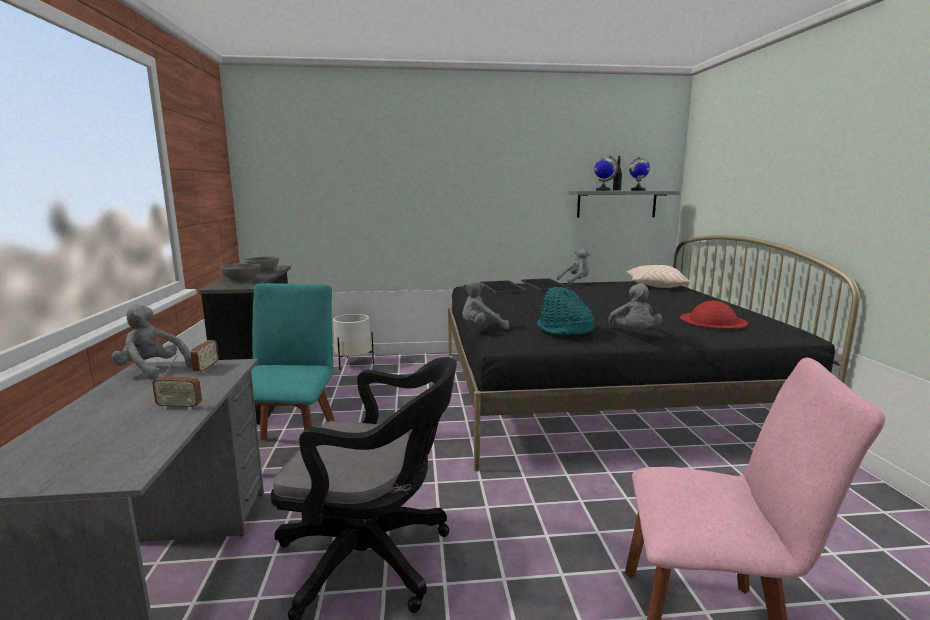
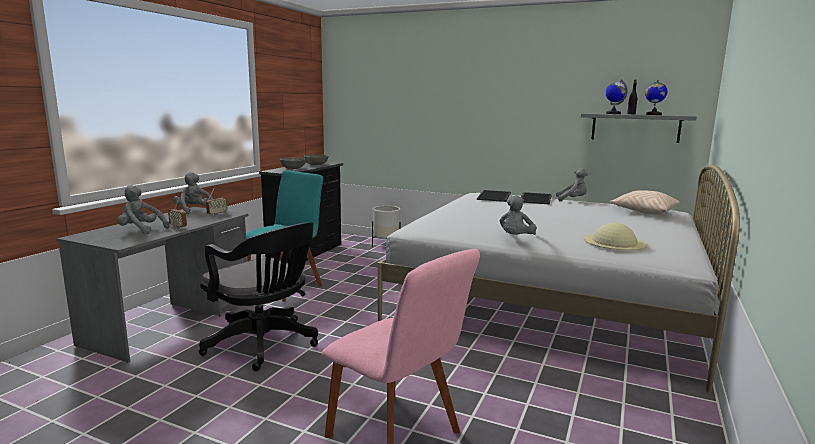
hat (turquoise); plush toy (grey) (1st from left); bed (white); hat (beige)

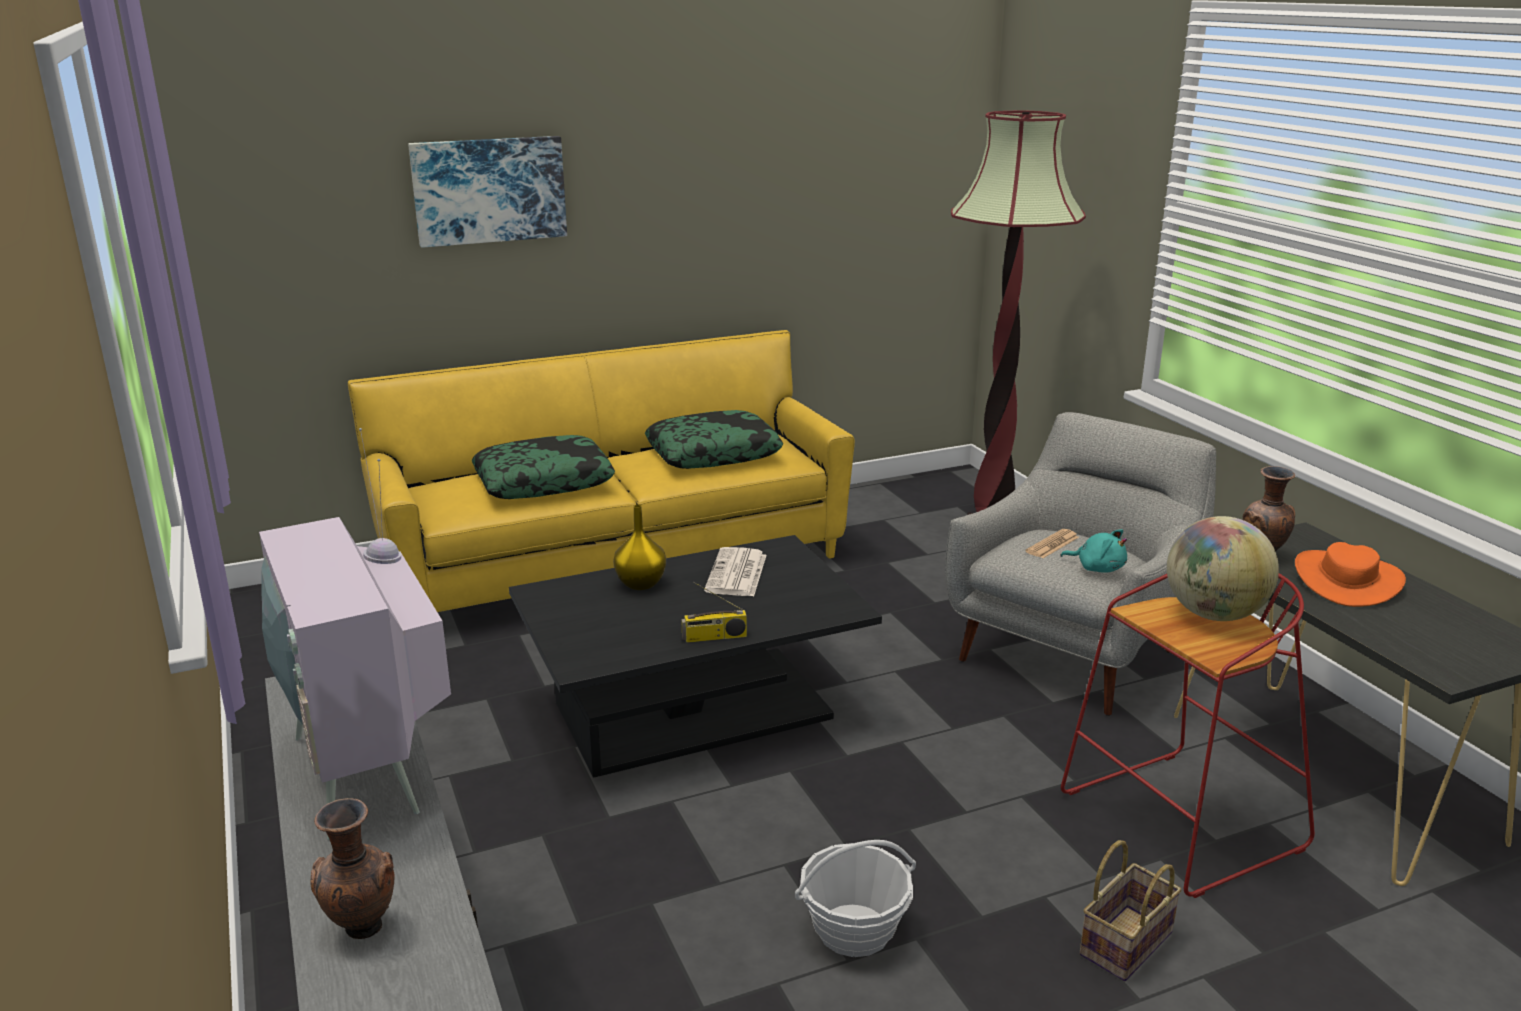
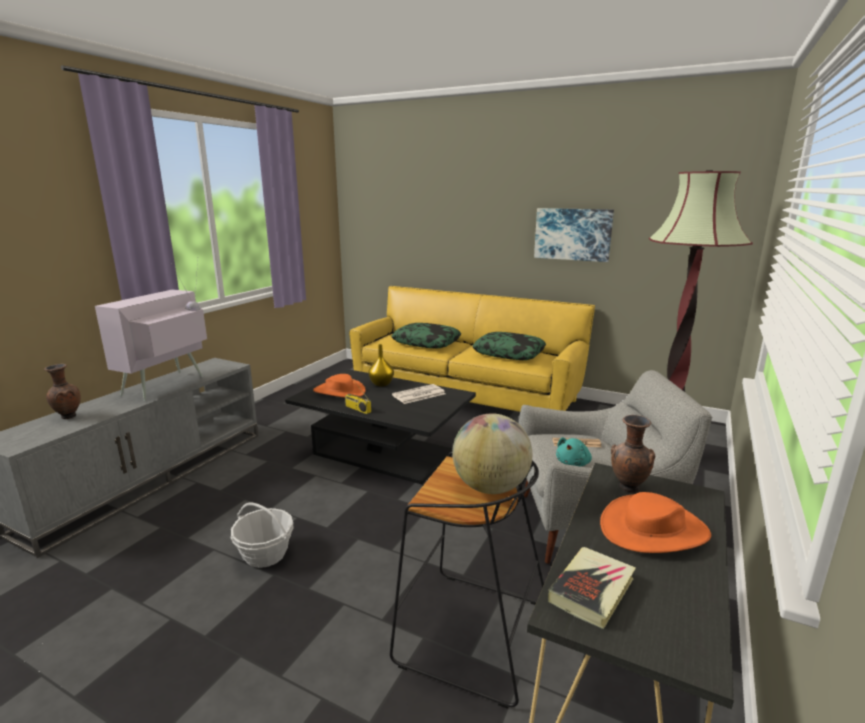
basket (2nd from left in the first image); hat (orange) (1st from left); book; picture; stool (black); plush toy (turquoise)

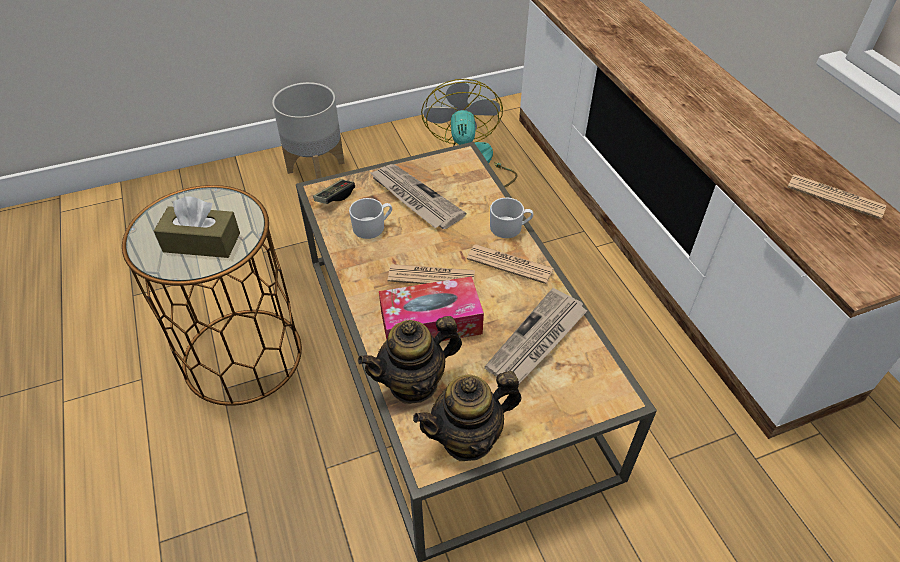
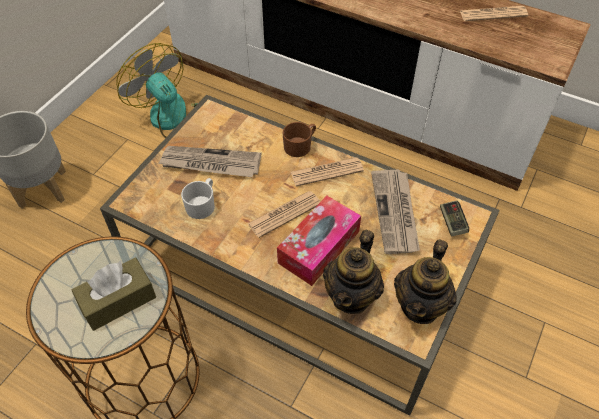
game controller; mug (brown)

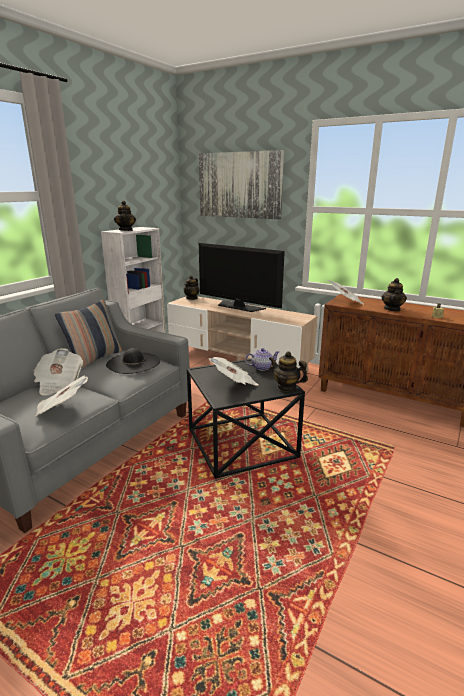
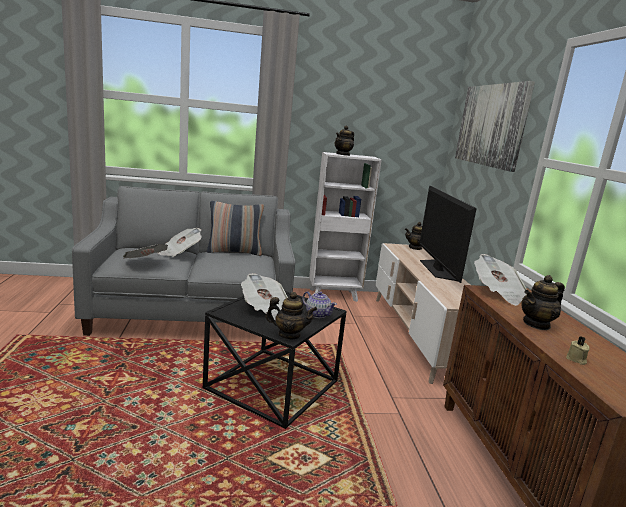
hat (black); teapot (1st from left)

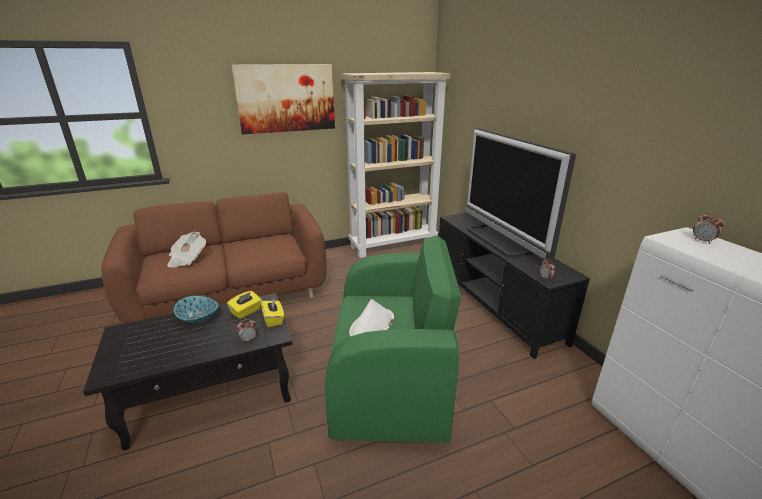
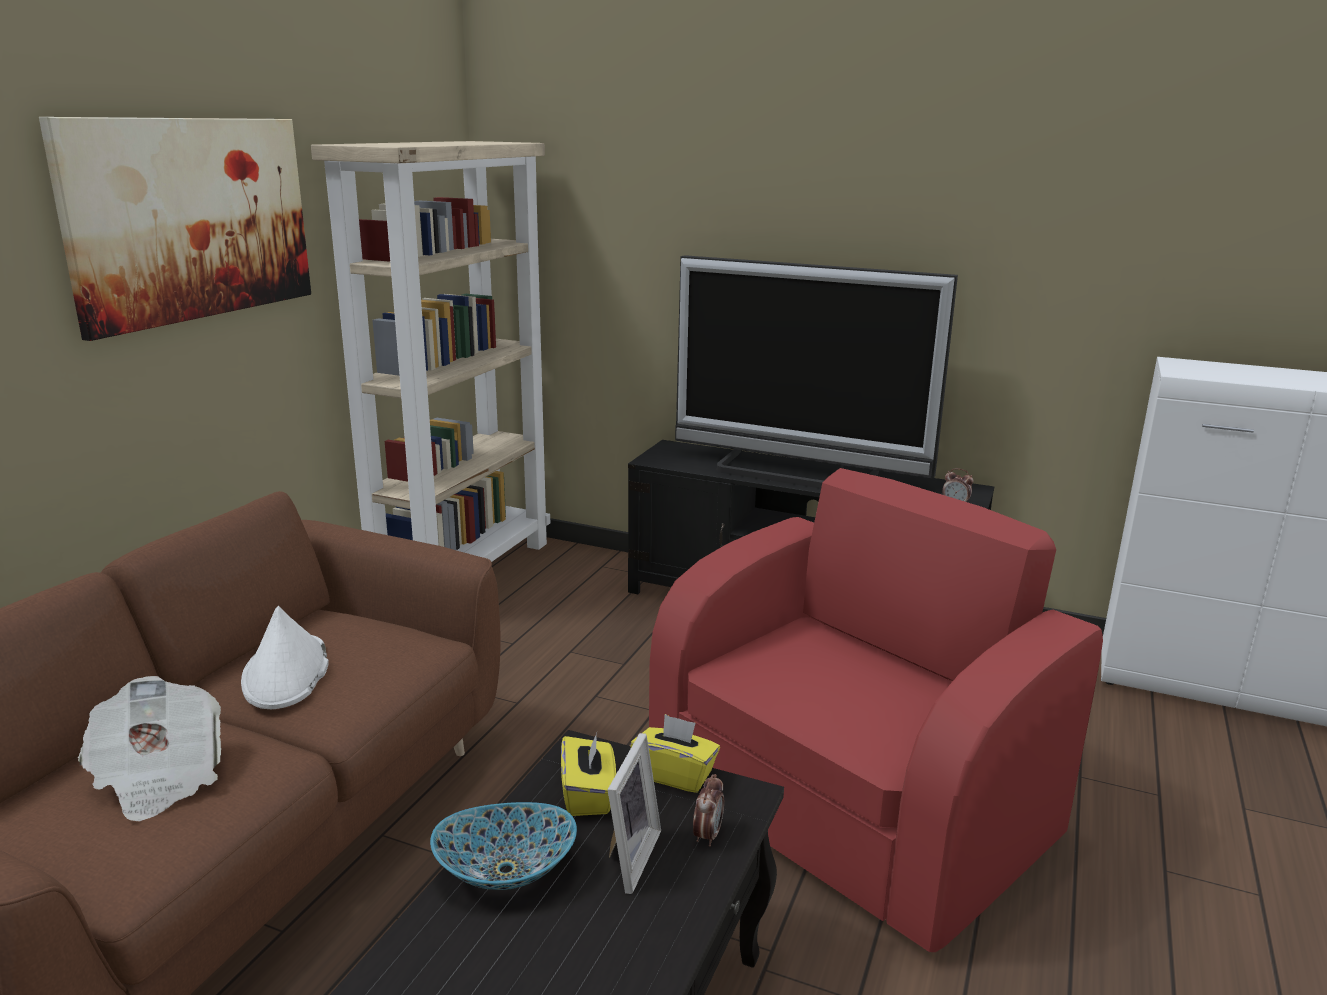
alarm clock (3rd from left in the first image); picture frame; hat (white); armchair (red)

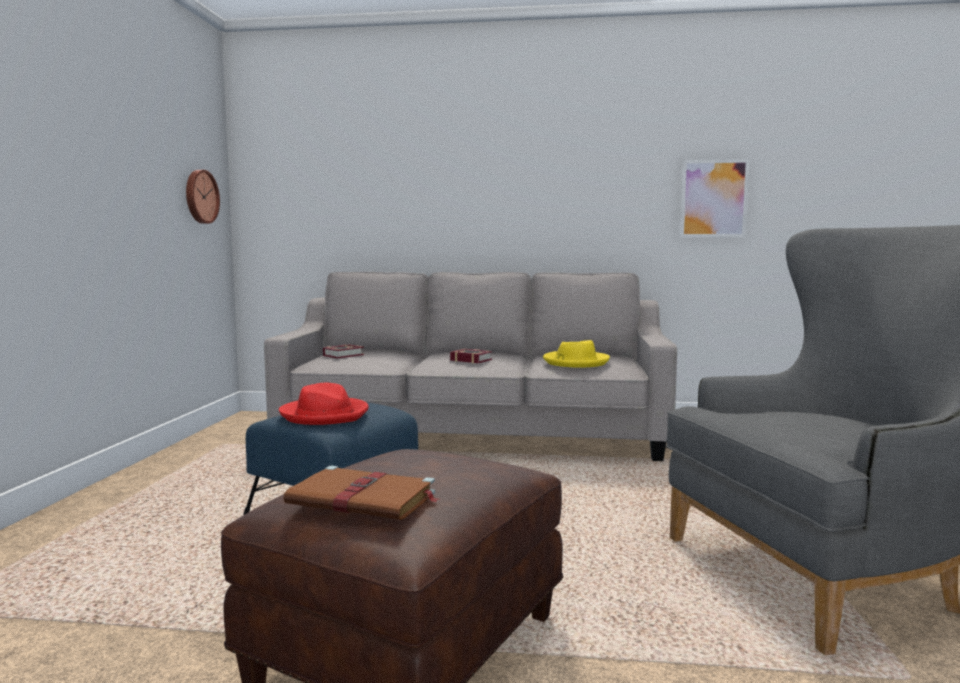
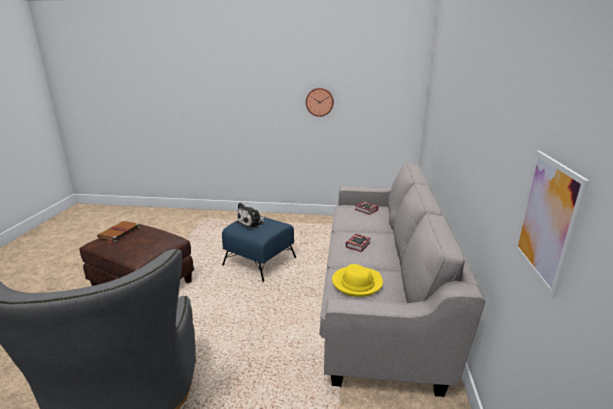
wall clock; plush toy

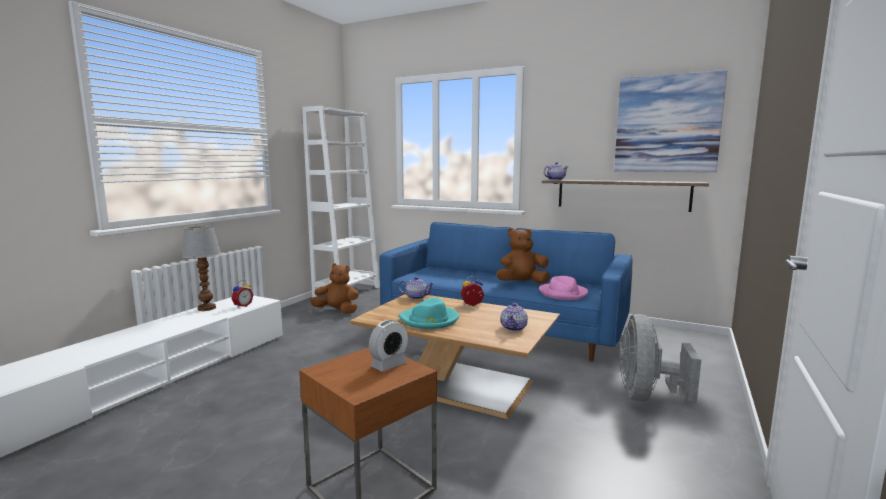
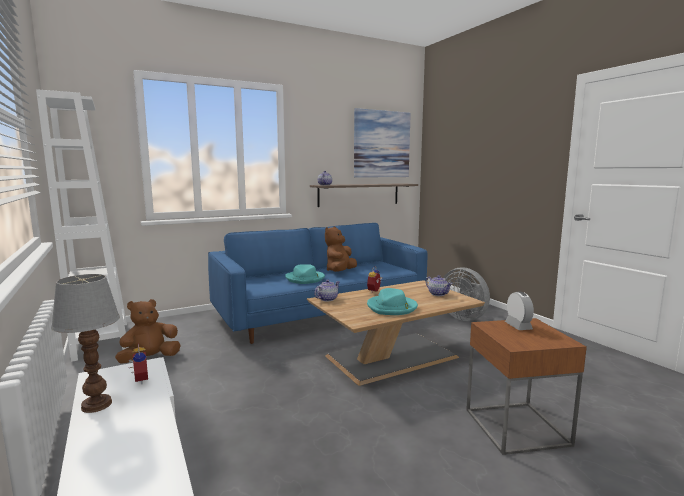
hat (pink); hat (turquoise) (1st from left)

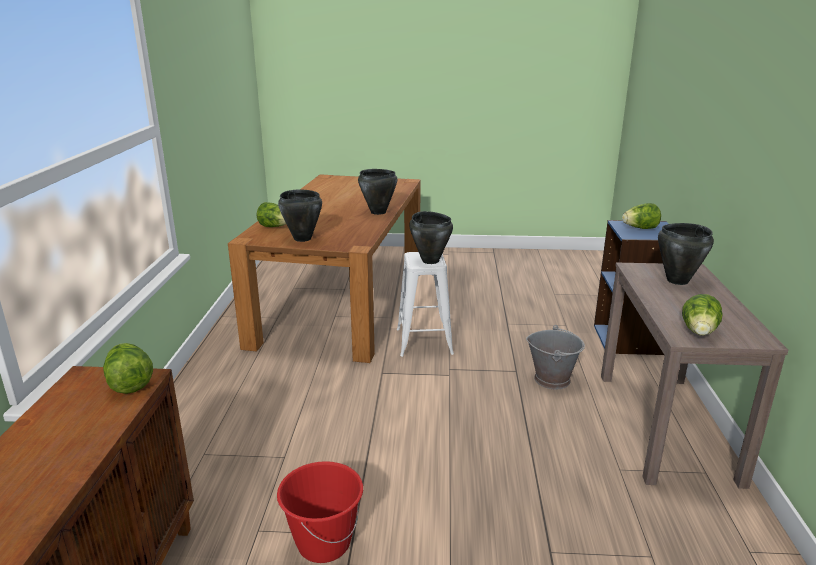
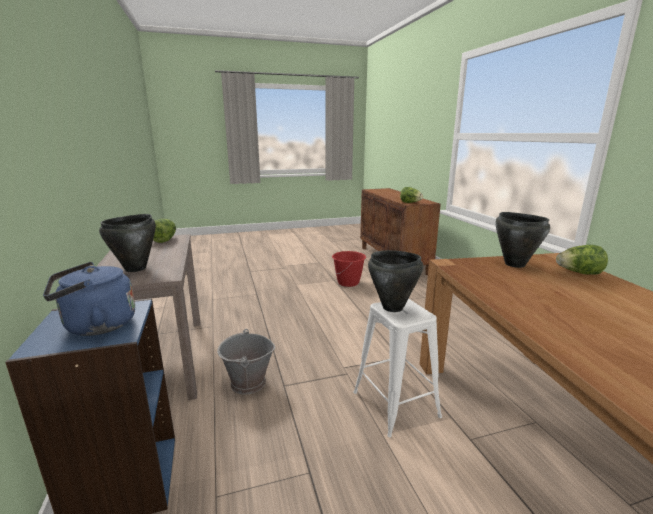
cooking pot (black) (2nd from left in the first image); kettle (blue)

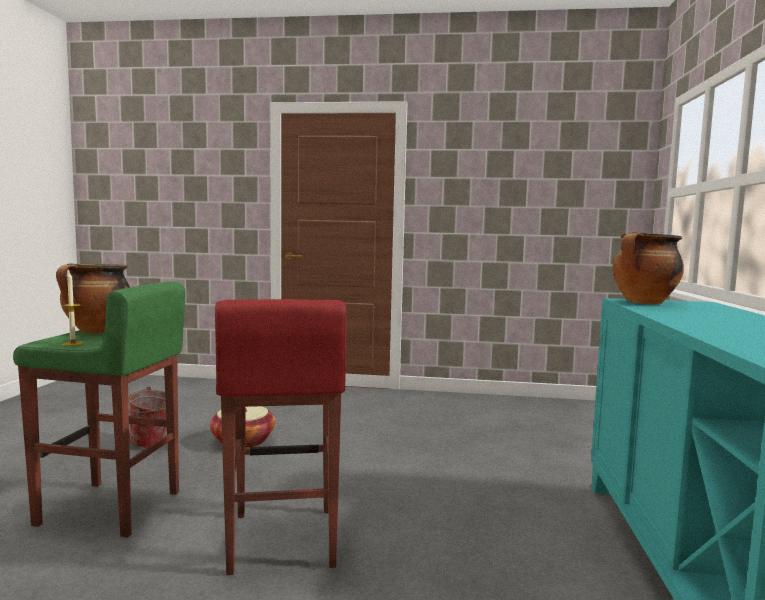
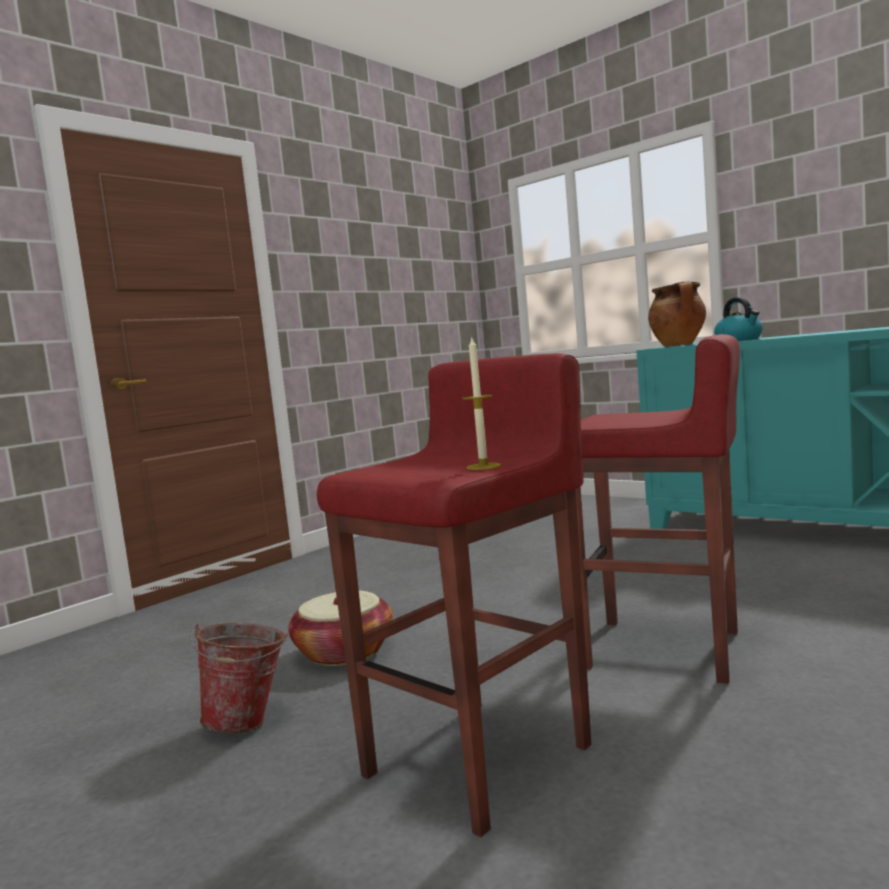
cooking pot (1st from left in the first image); kettle; stool (red) (1st from left)

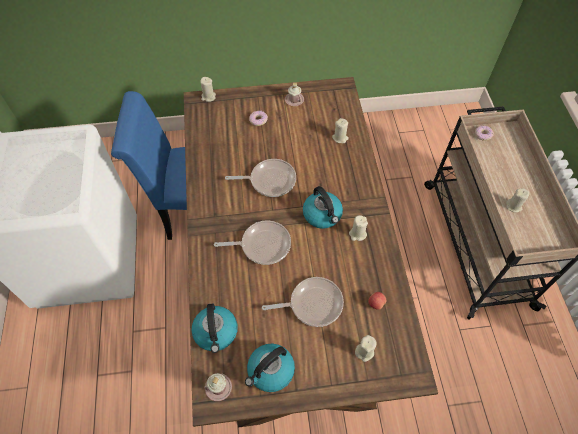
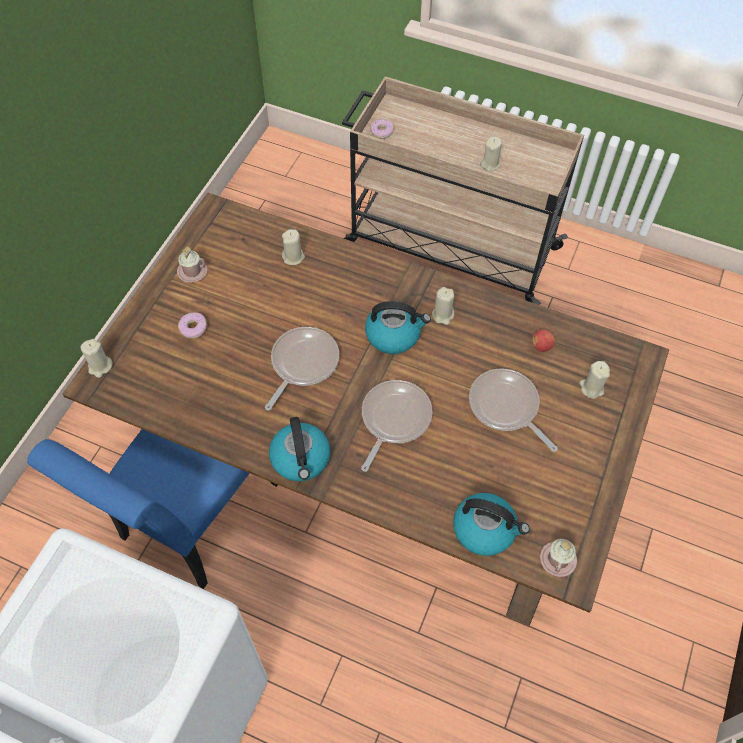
kettle (1st from left); frying pan (3rd from left)

